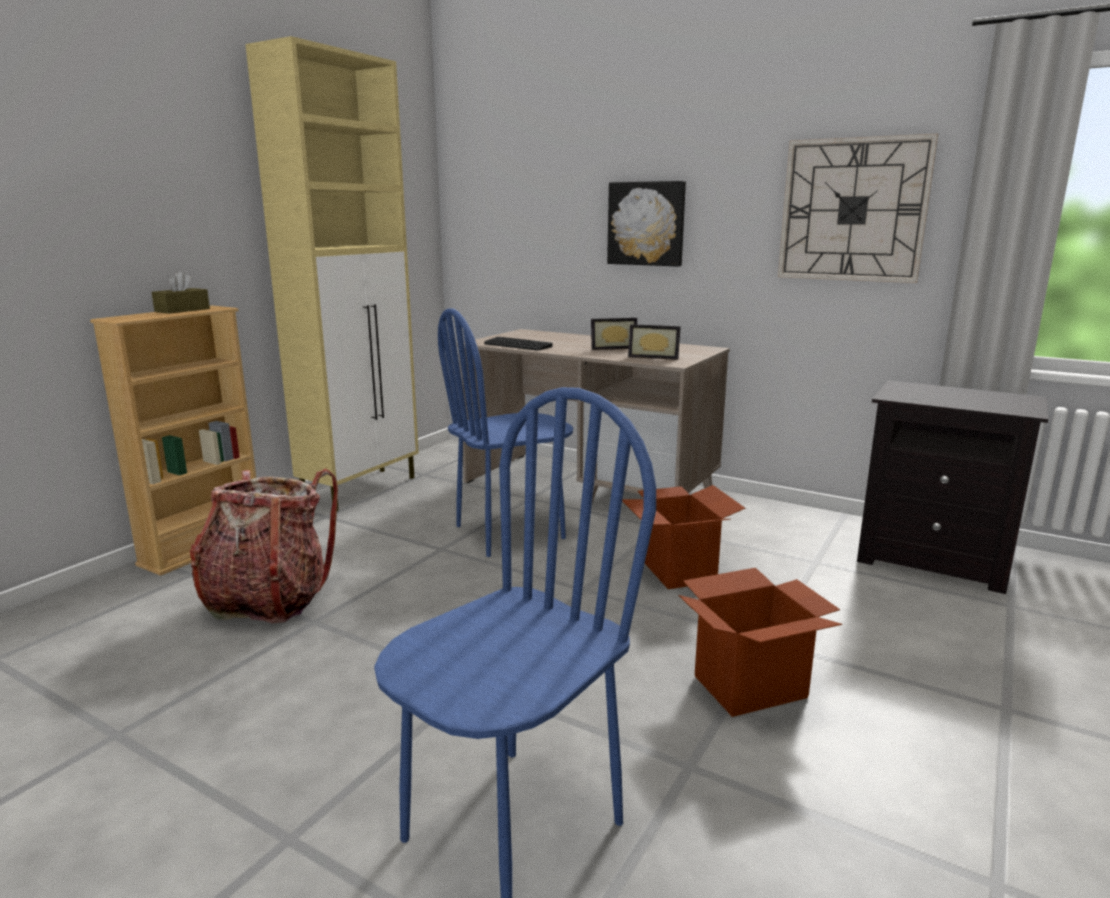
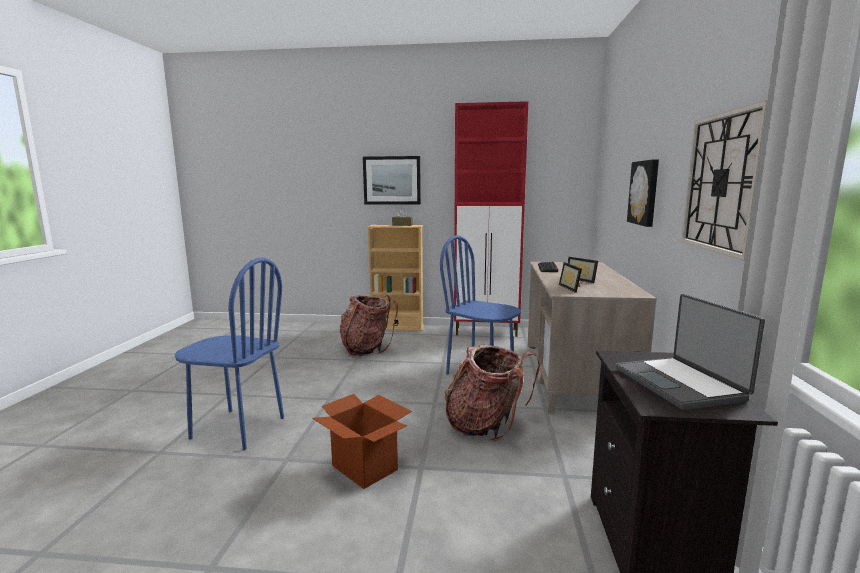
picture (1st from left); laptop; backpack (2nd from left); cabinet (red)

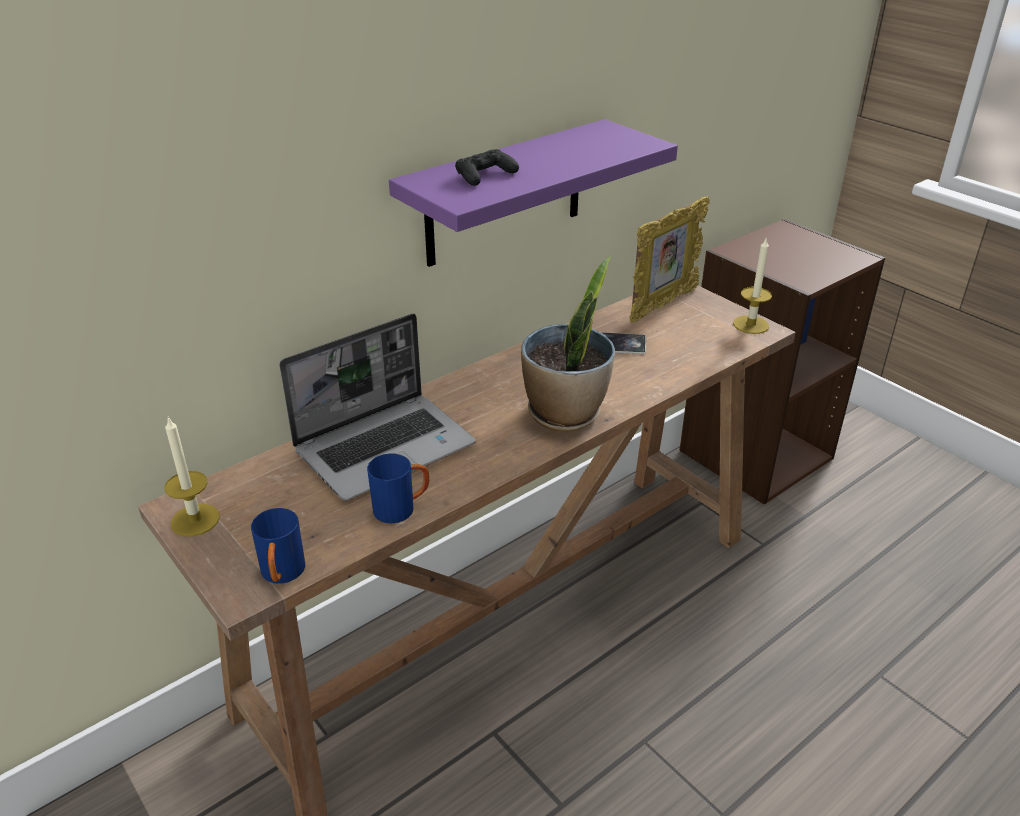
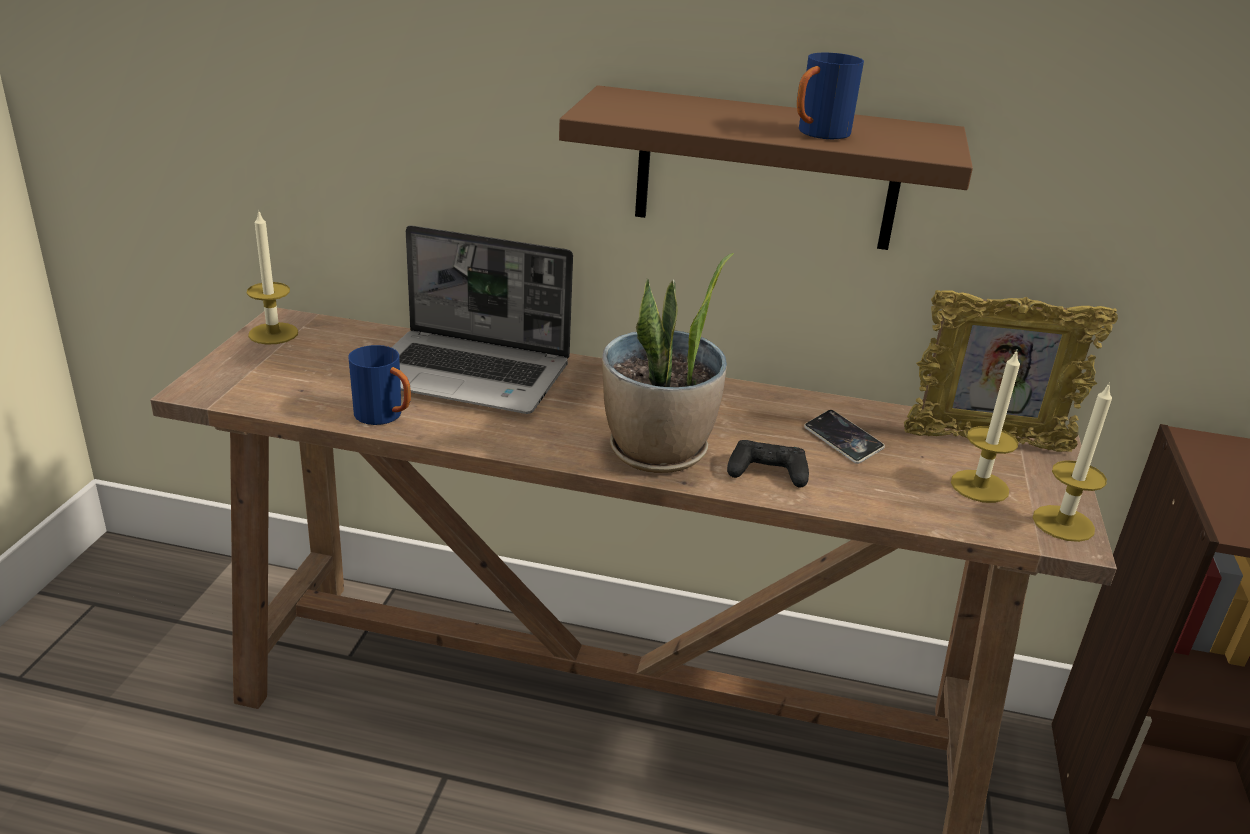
candle (2nd from left); mug (blue) (2nd from left); game controller (black); shelf (brown)

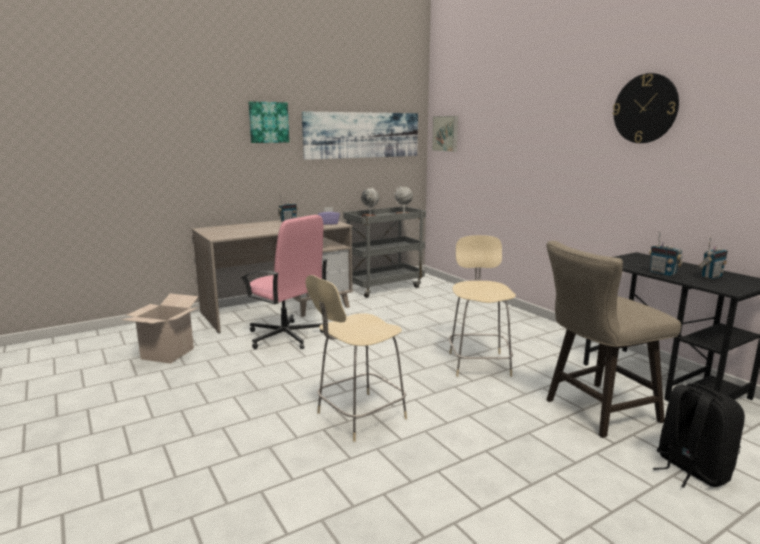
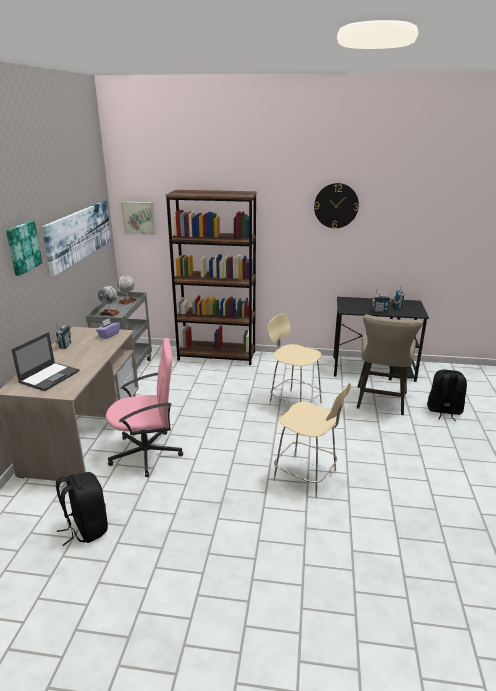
laptop; bookcase (brown); backpack (black) (1st from left); chair (beige) (2nd from left)

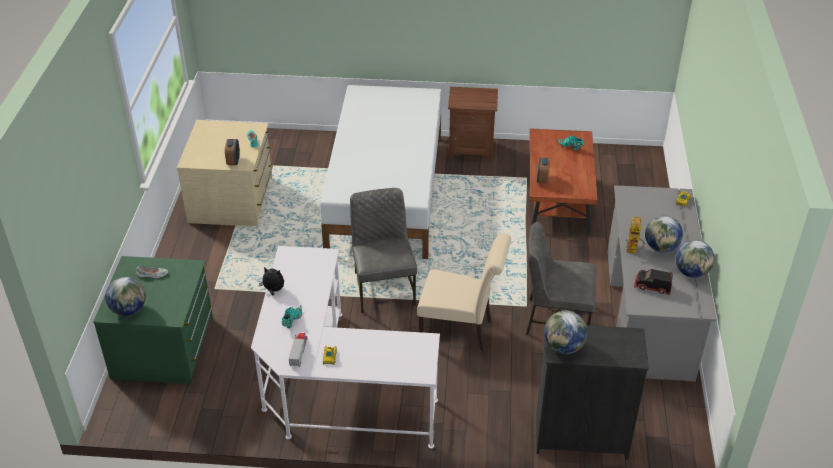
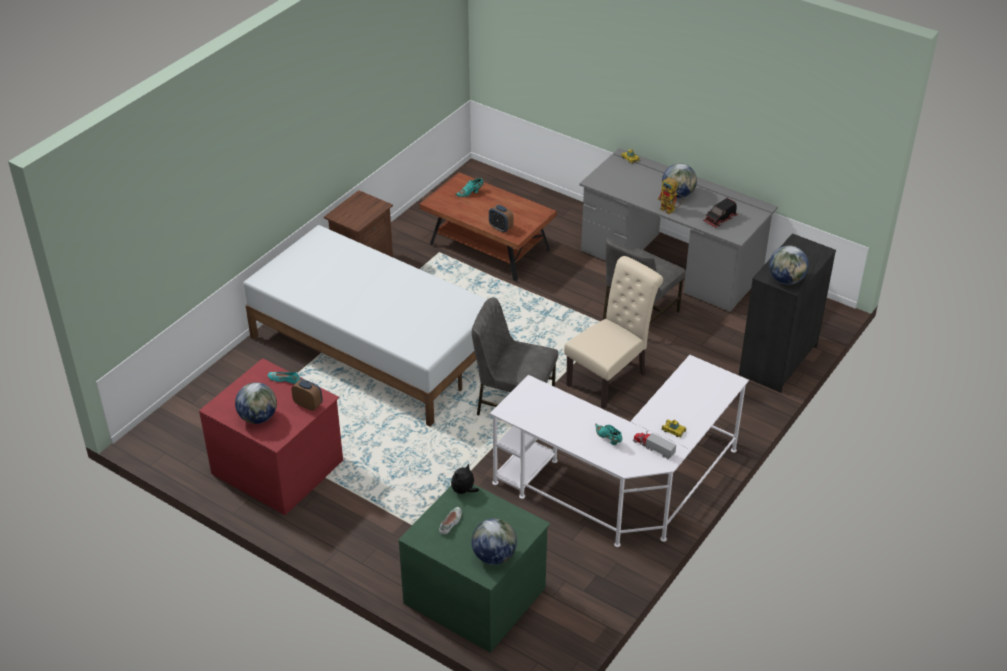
plush toy; globe (1st from left); dresser (red)

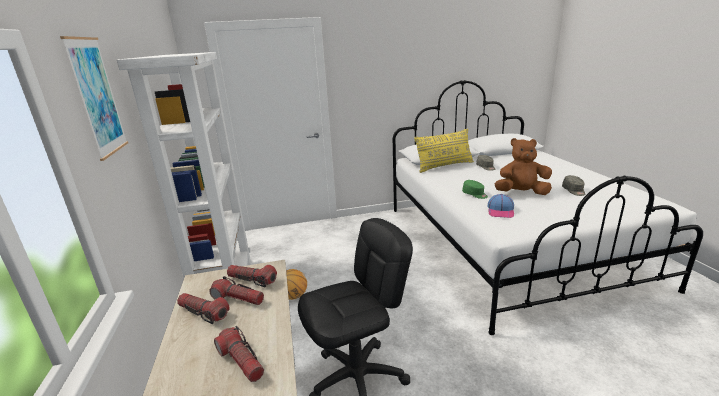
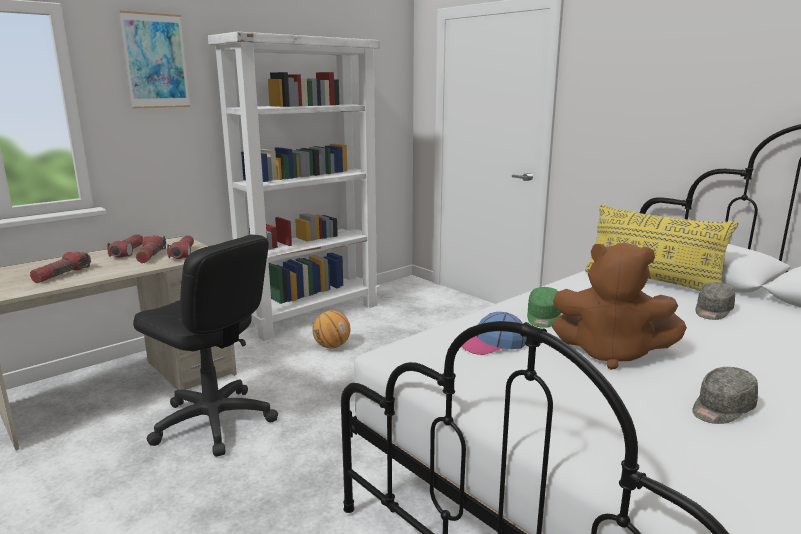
plush toy (brown)

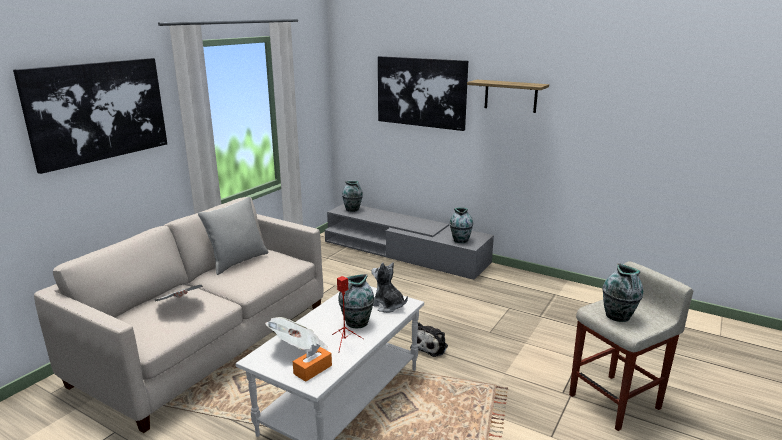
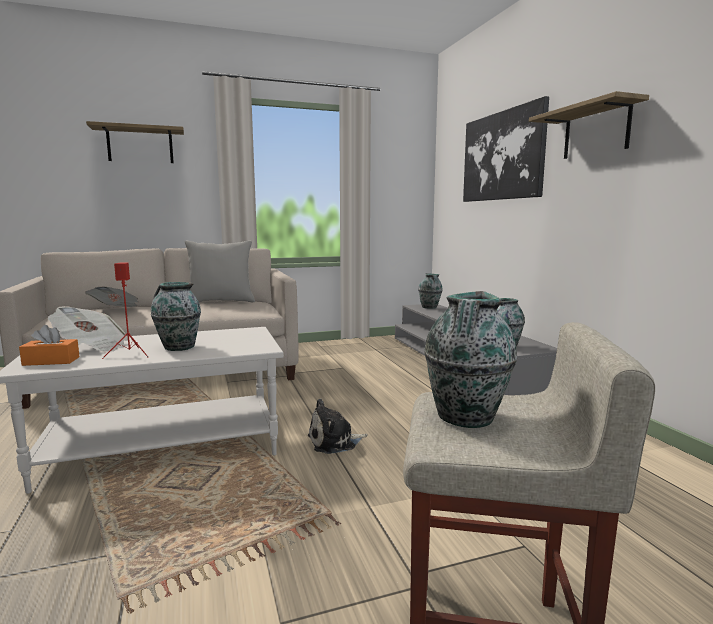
plush toy (1st from left in the first image); shelf (1st from left)

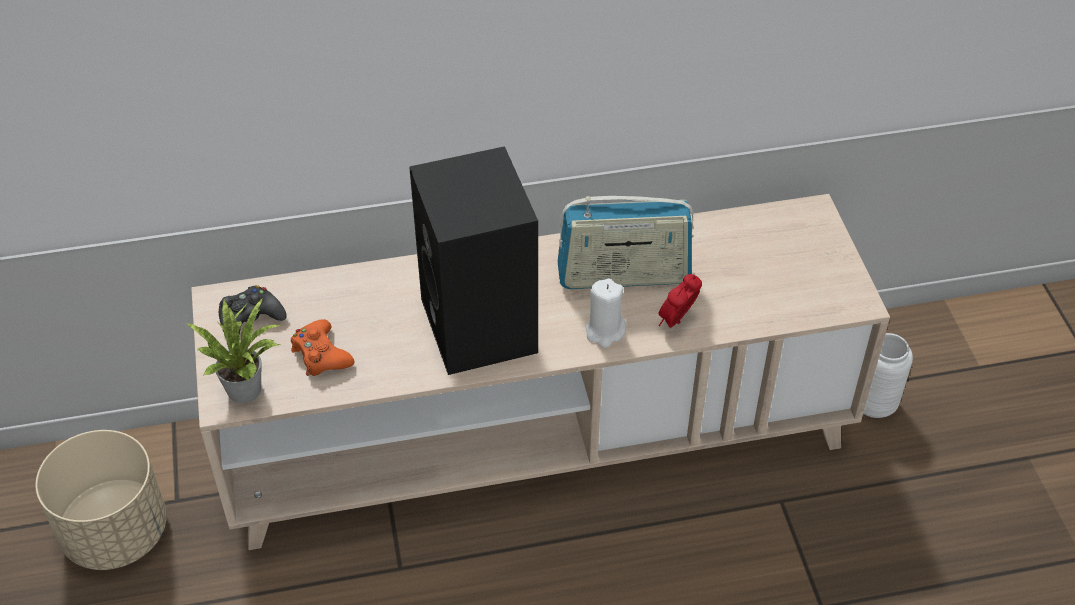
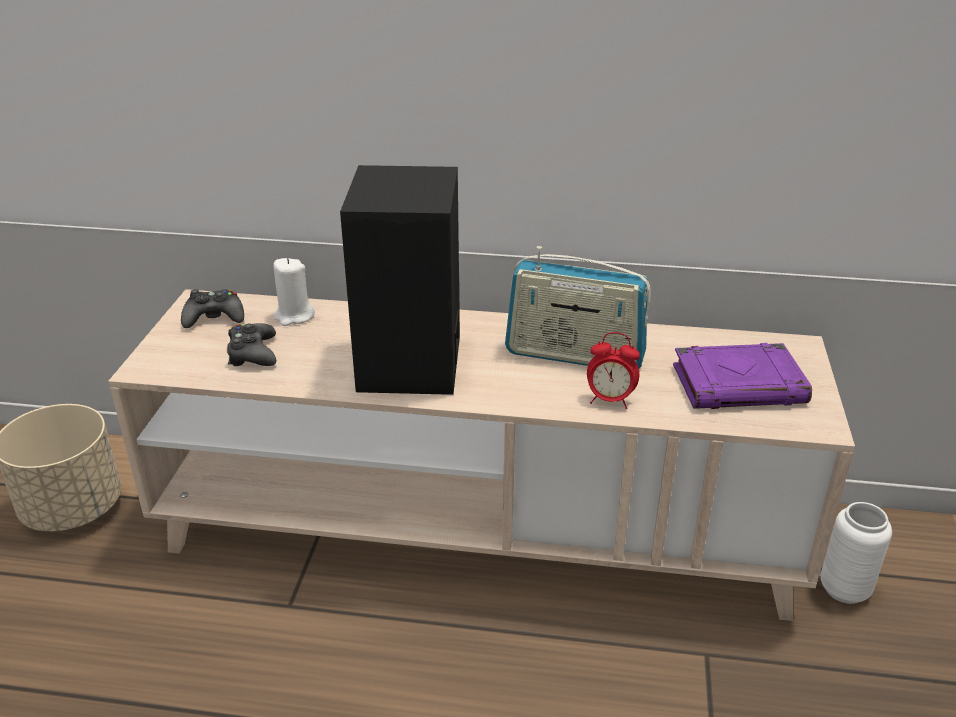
potted plant; book (purple); candle (white); game controller (black) (2nd from left); alarm clock

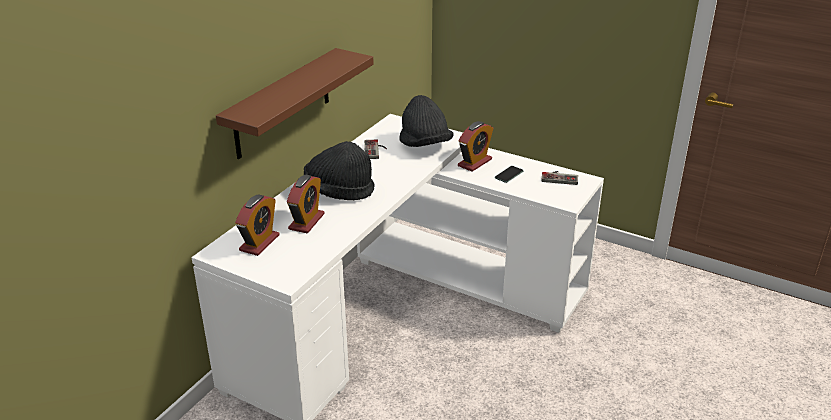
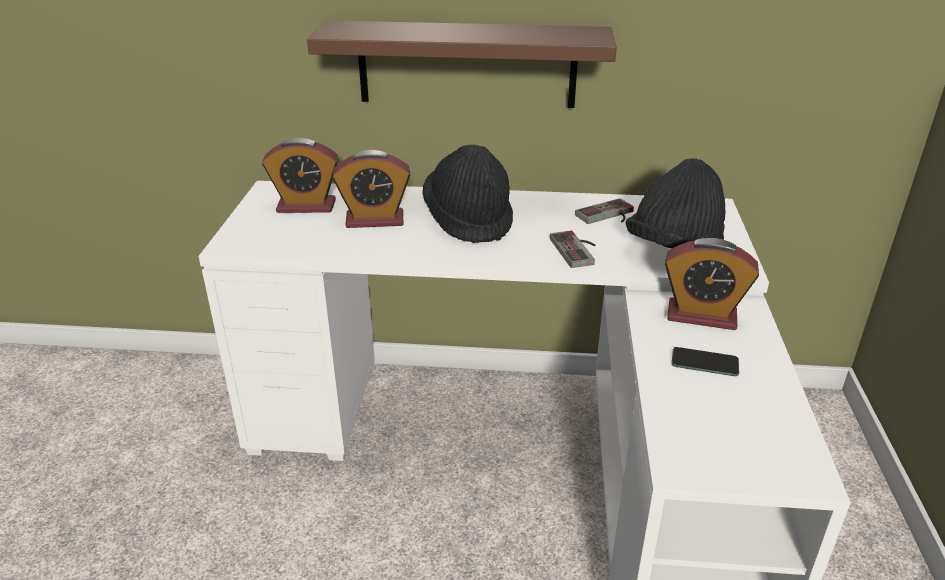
game controller (1st from left)

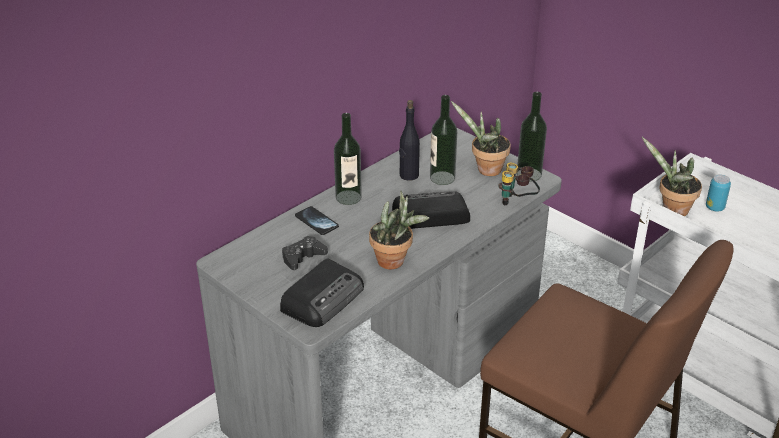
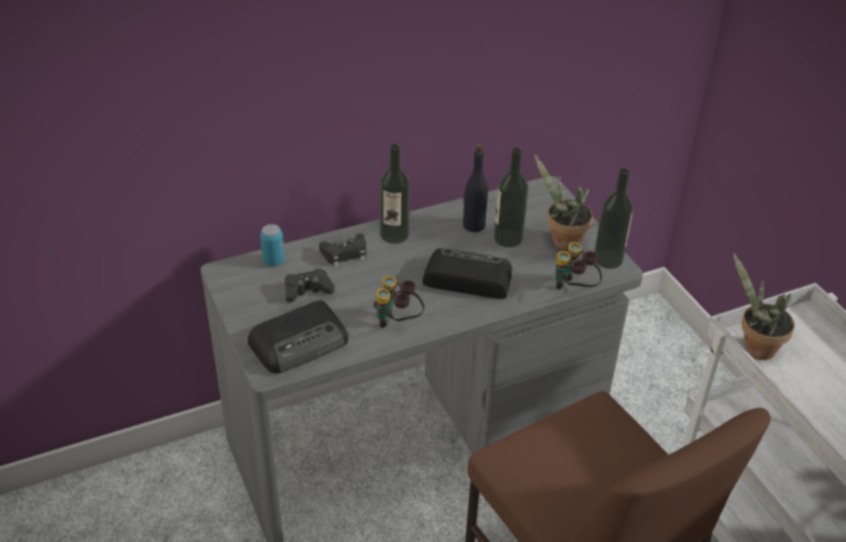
can; game controller (black) (2nd from left); binoculars (1st from left)

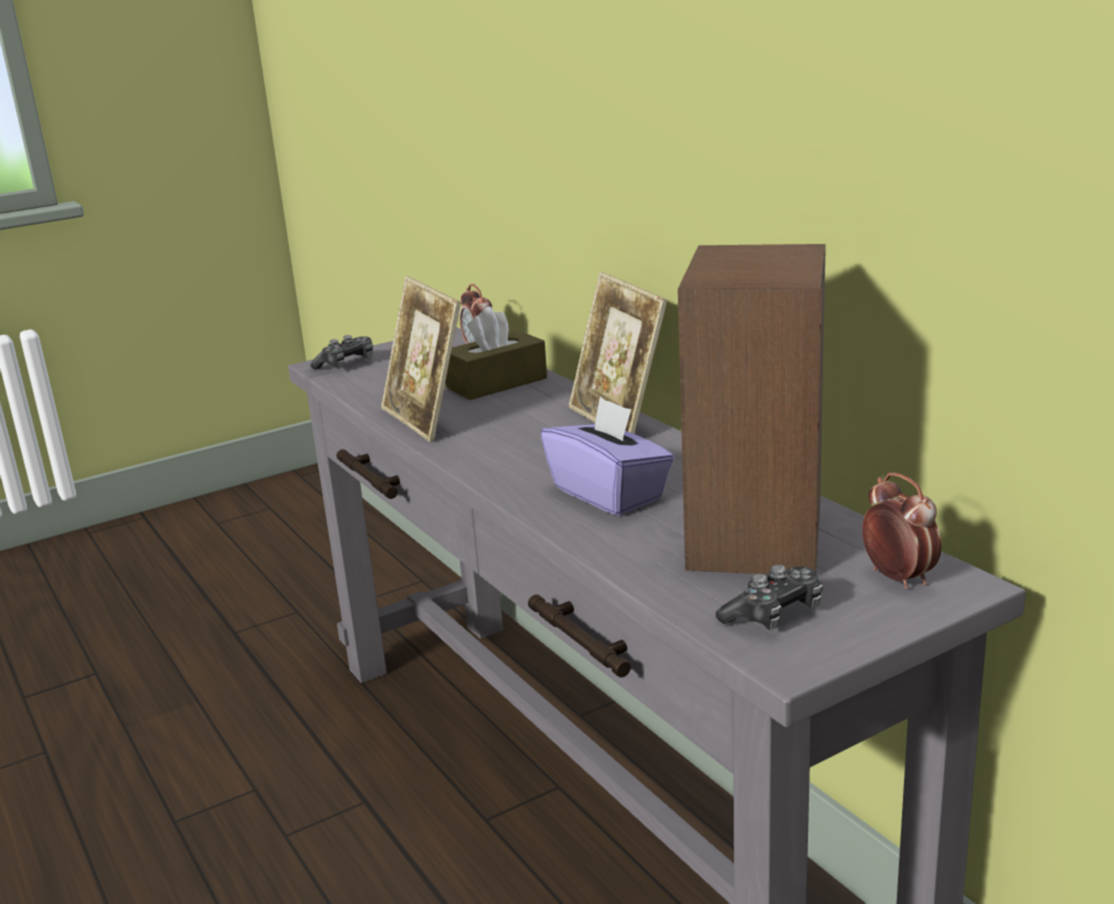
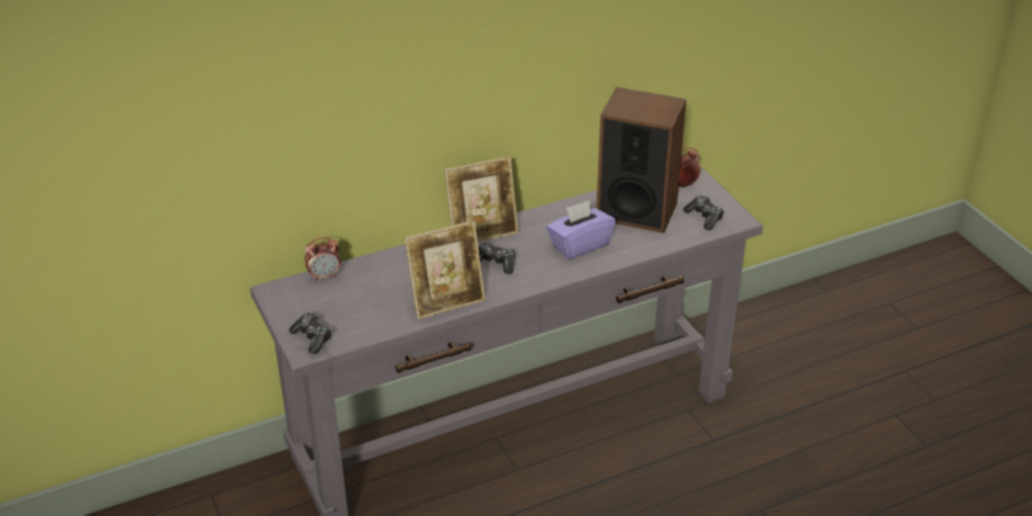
tissue box (brown); game controller (2nd from left)

